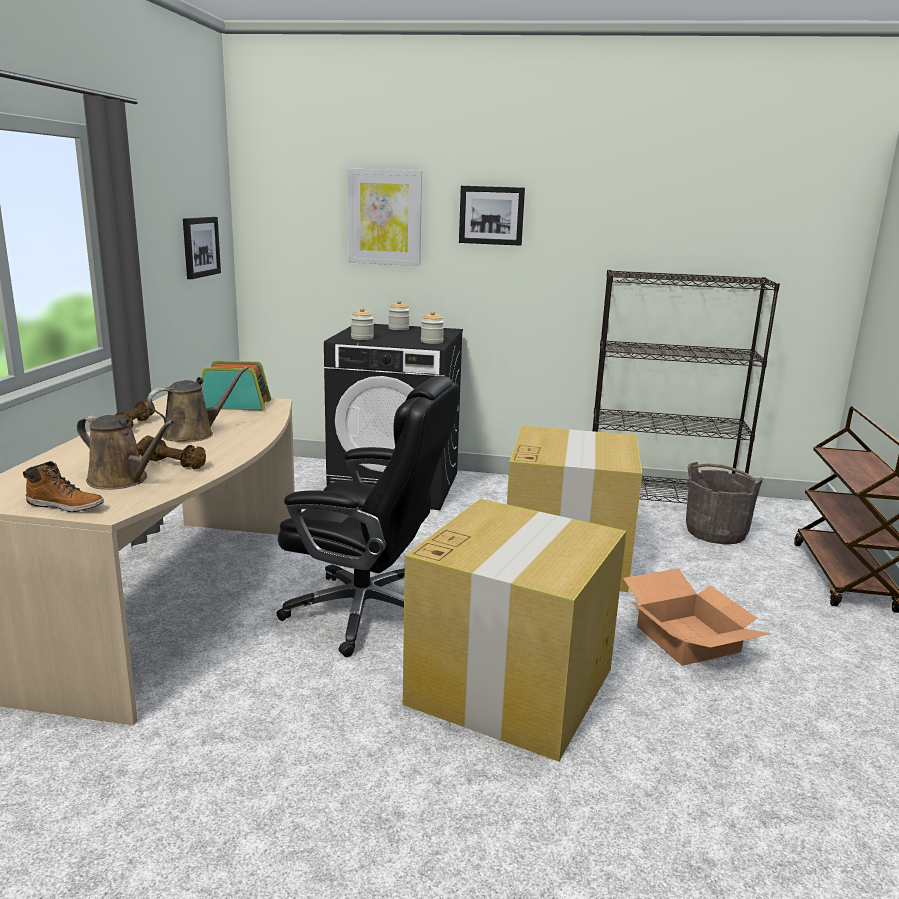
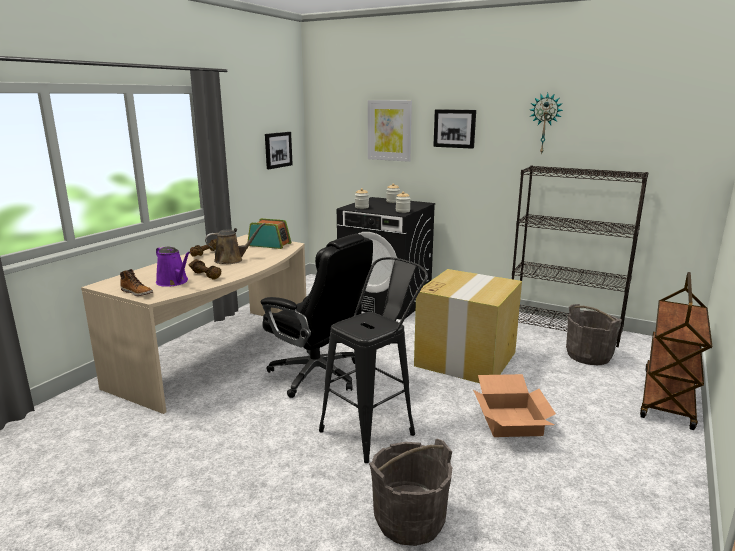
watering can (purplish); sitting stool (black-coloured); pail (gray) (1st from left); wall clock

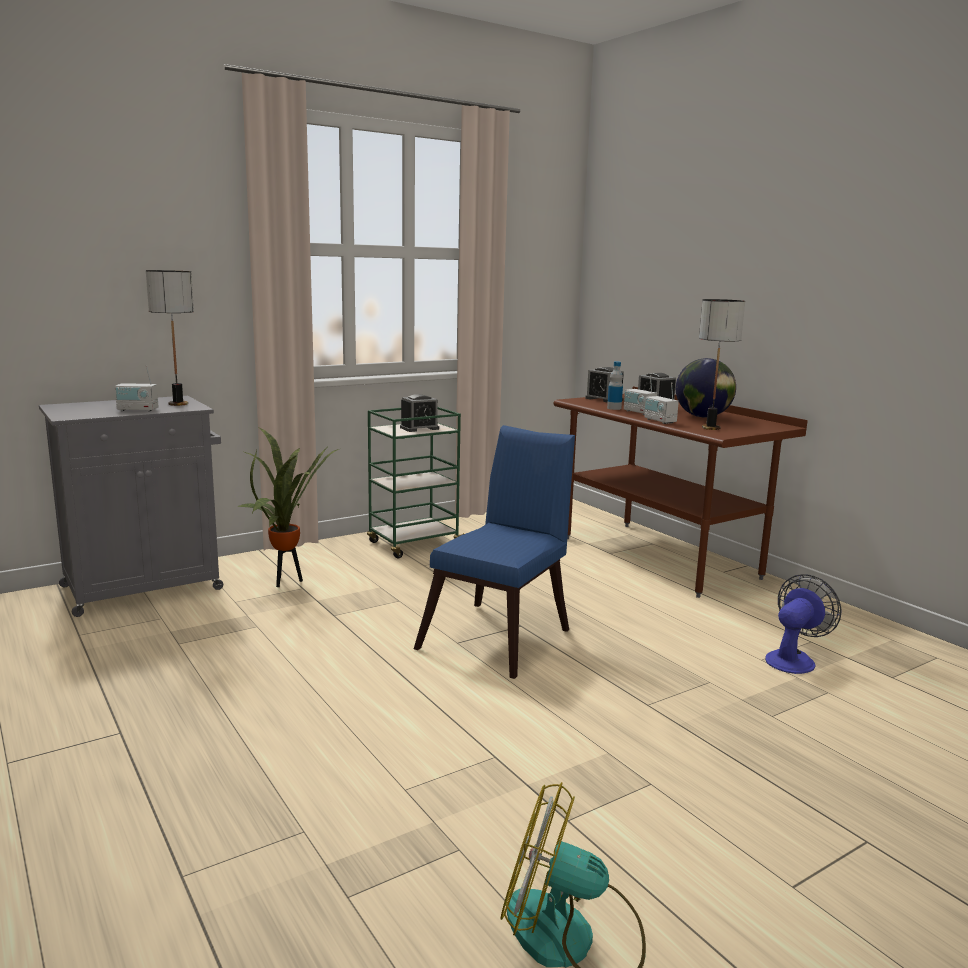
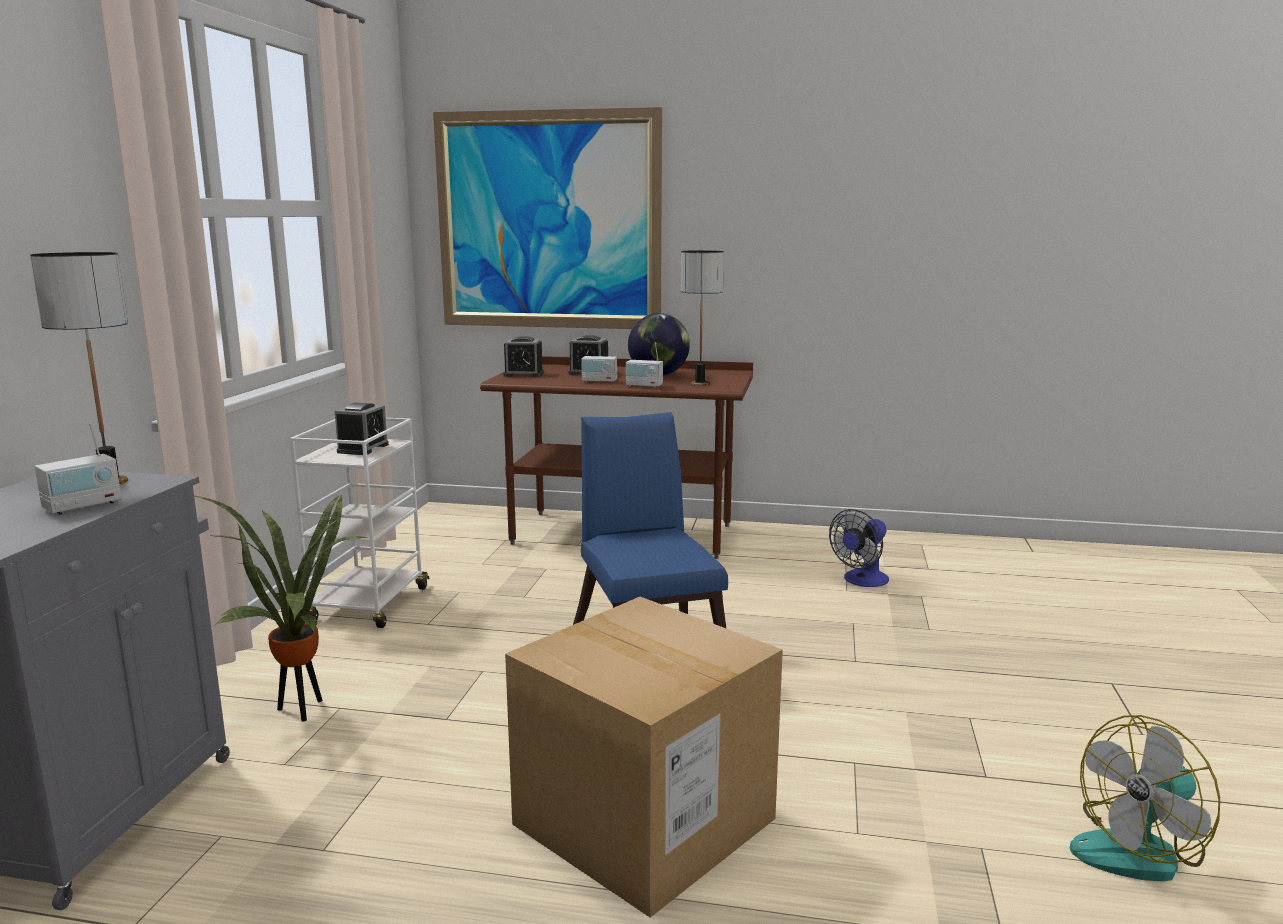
wheeled cart (whitish); drink bottle; fan (1st from left); wall picture; packing box

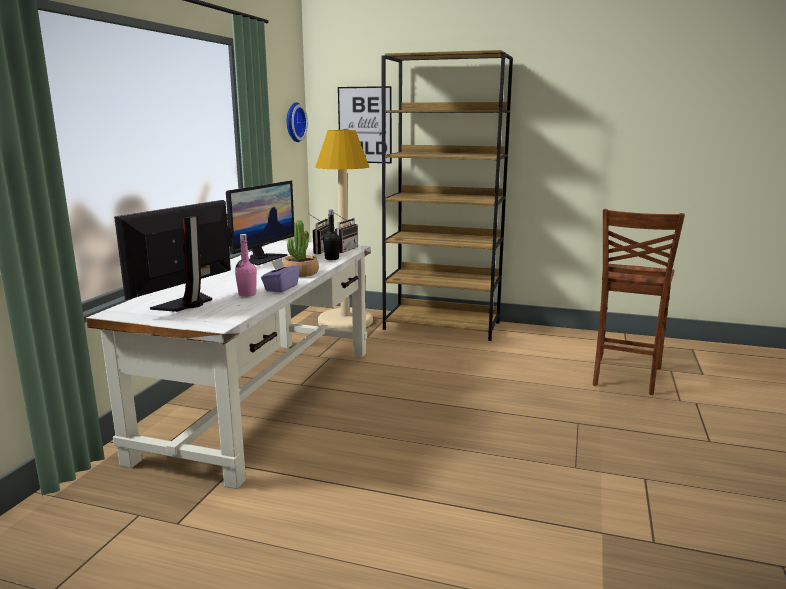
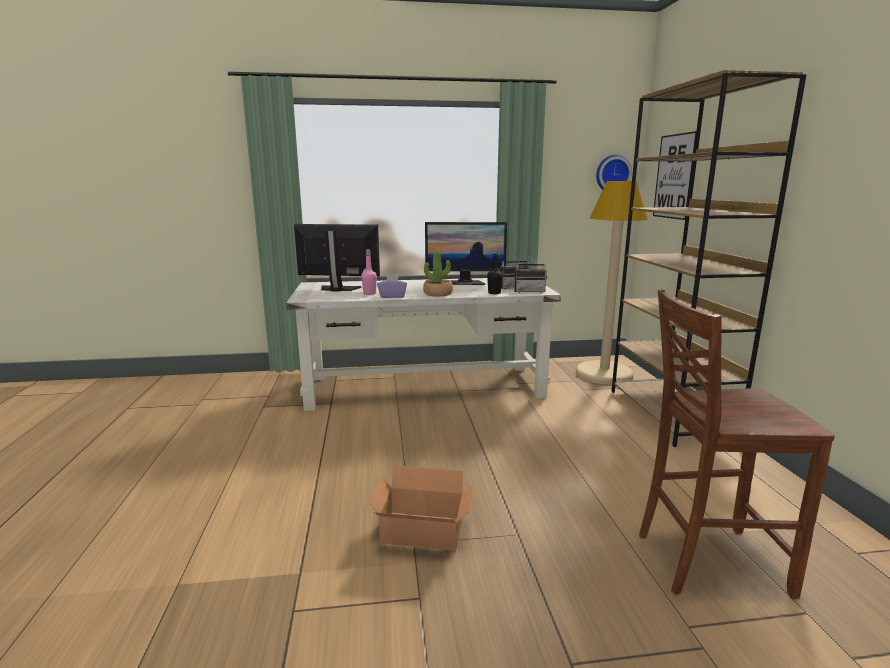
packing box

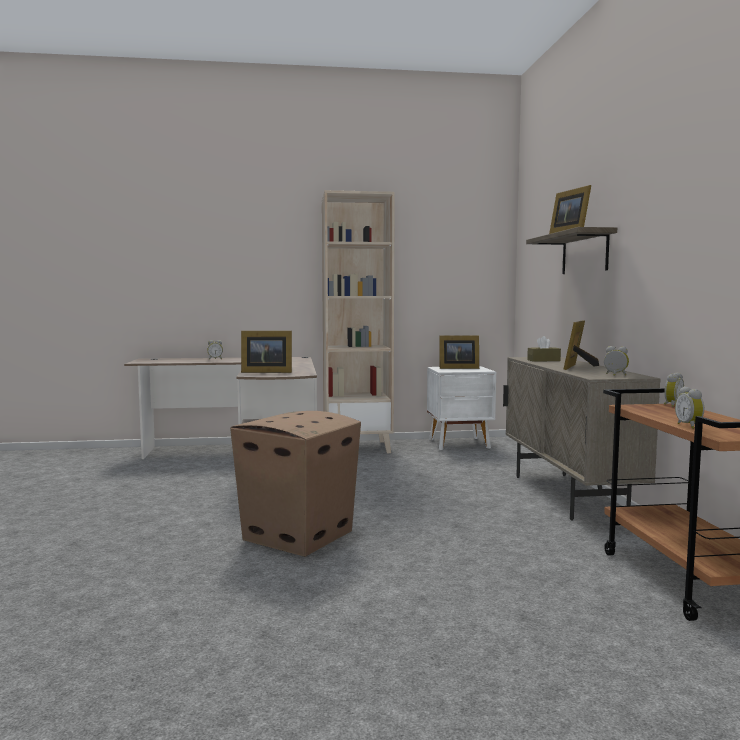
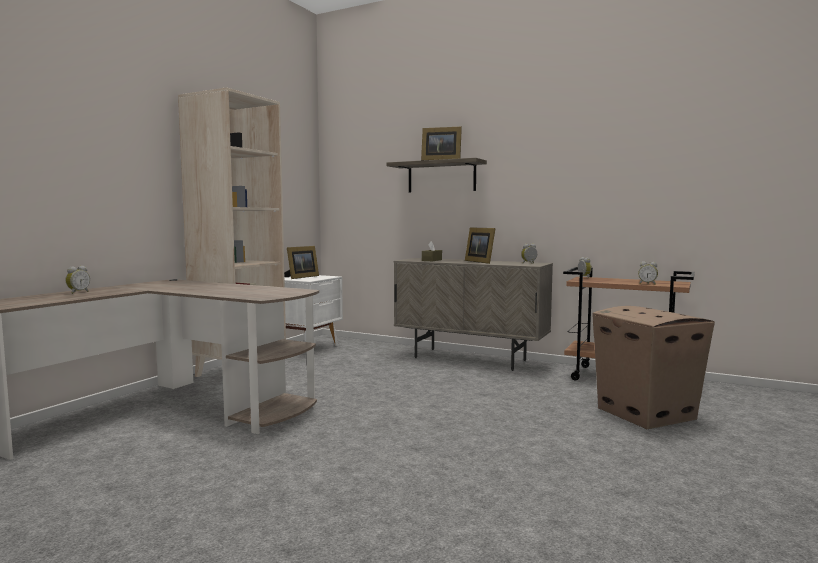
packing box; standing frame (1st from left in the first image)

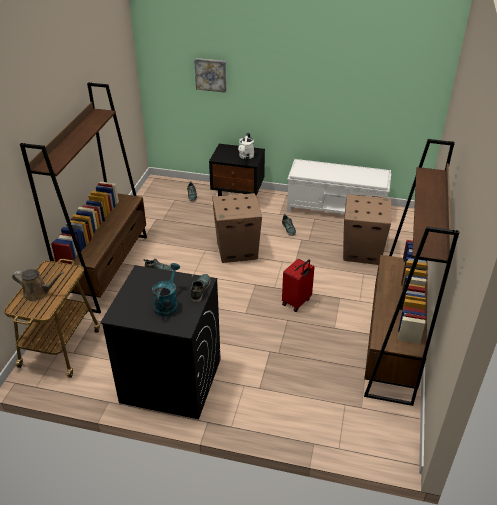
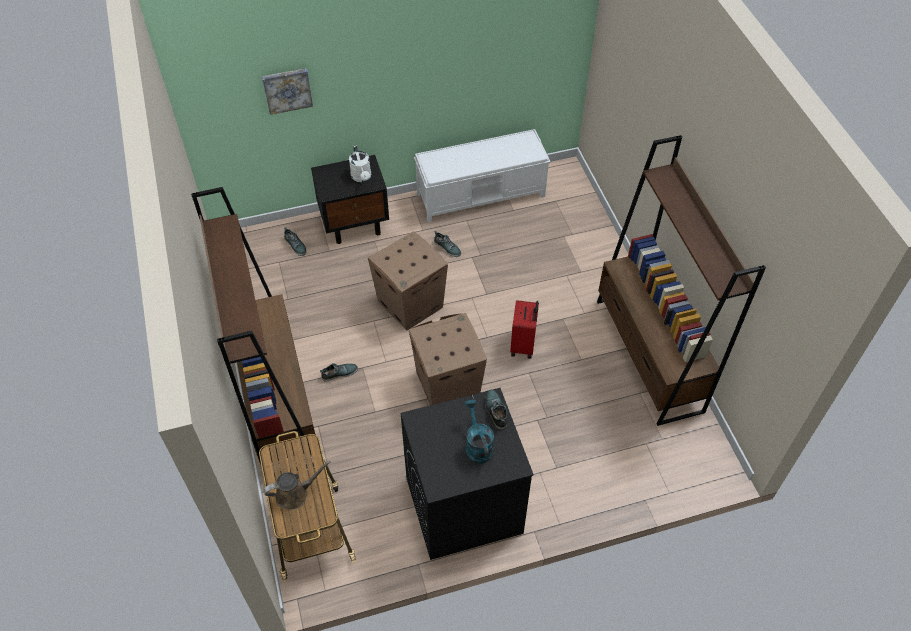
packing box (2nd from left)

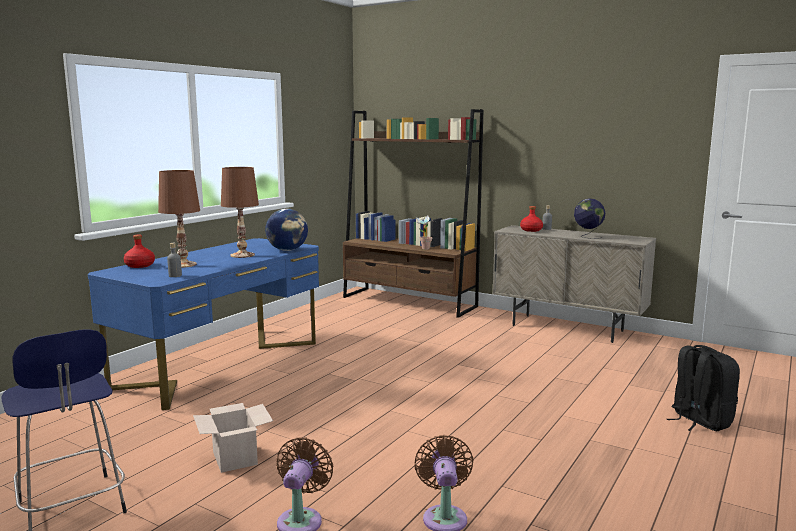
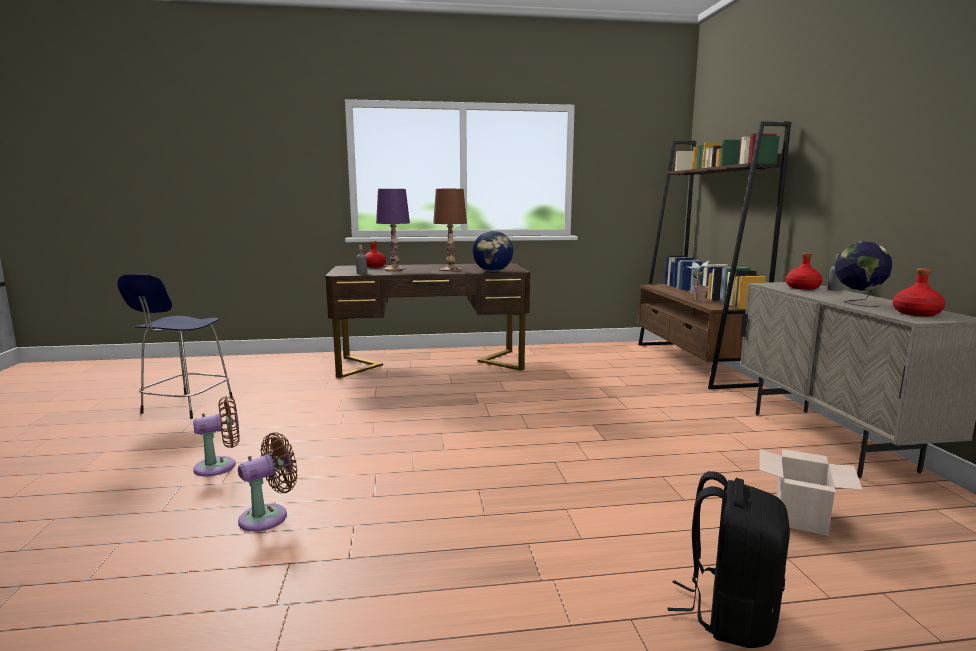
desk unit (brownish); lamp for a table (purplish); packing box; drink bottle (reddish) (3rd from left)

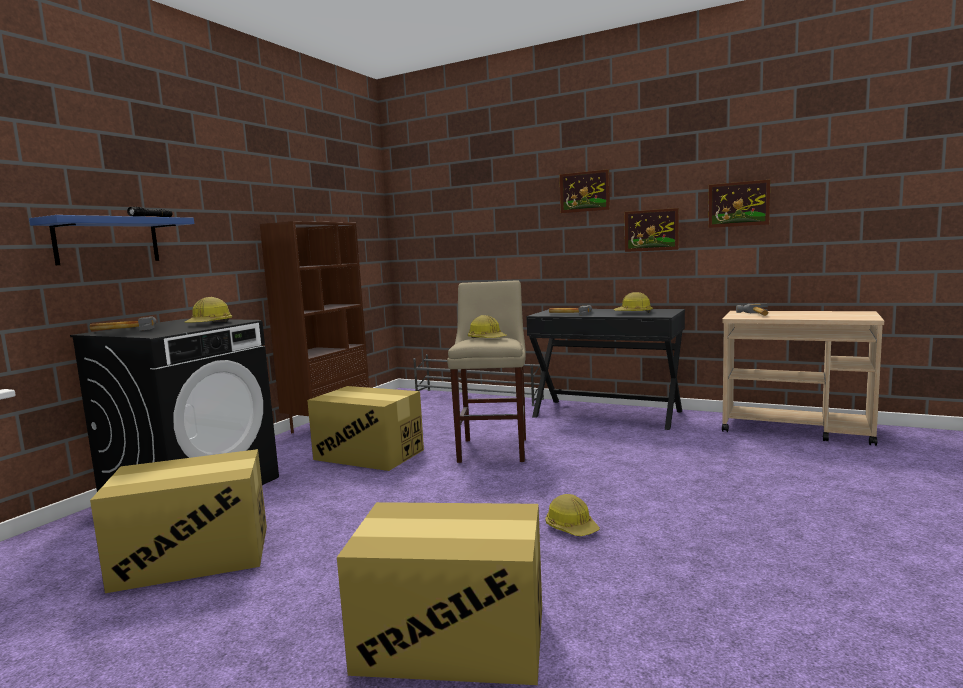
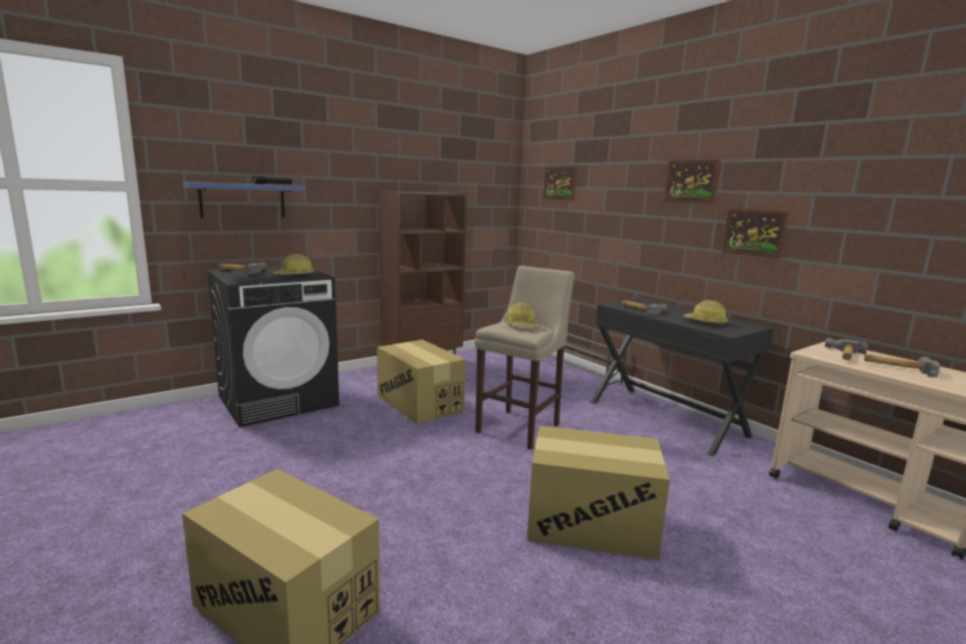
packing box (3rd from left); work helmet (3rd from left in the first image); wall picture (1st from left); tool hammer (4th from left)

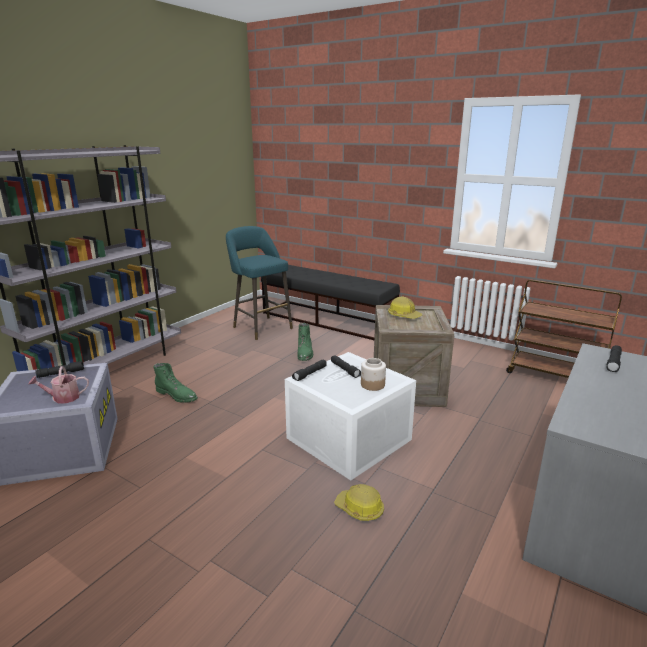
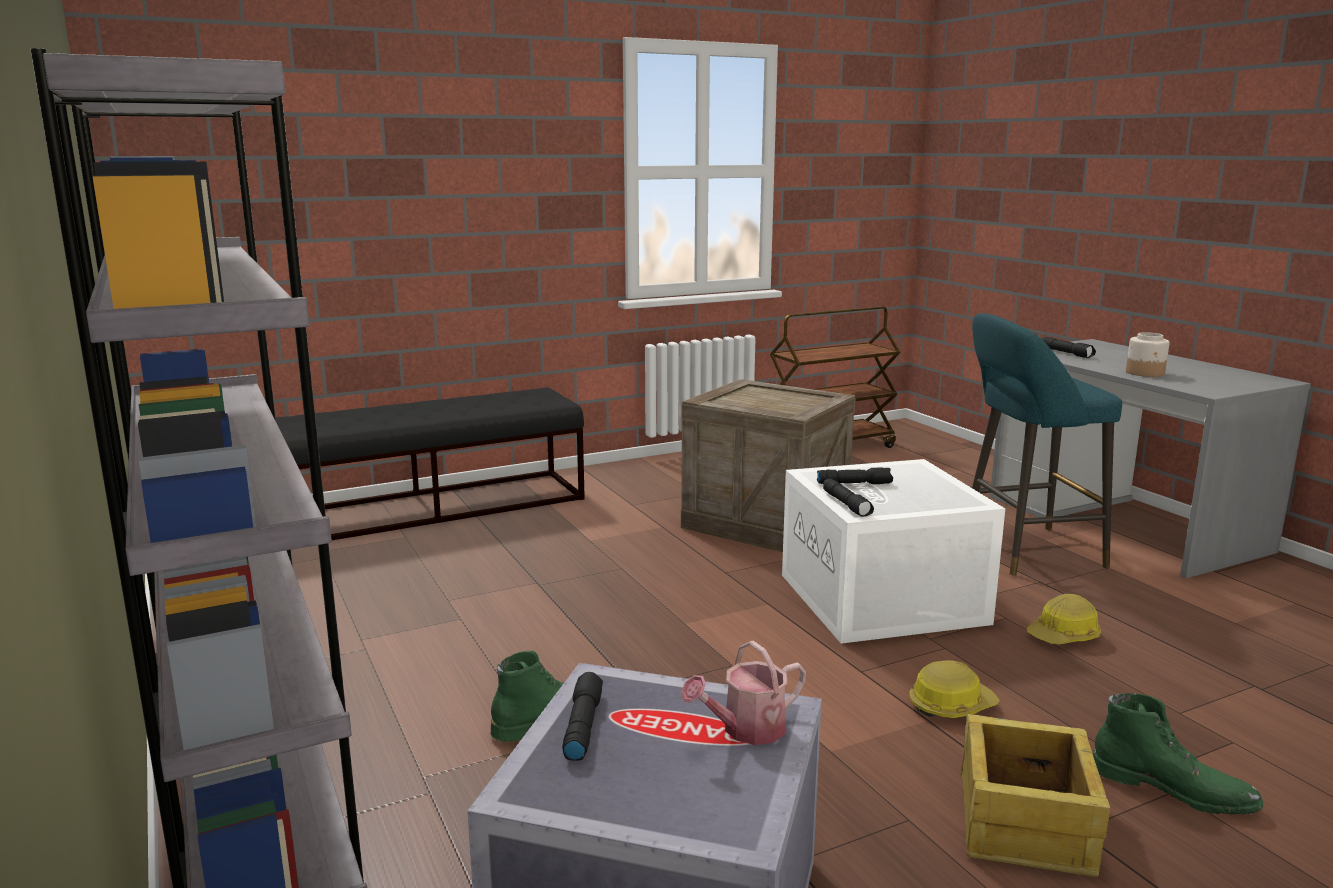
watering can; sitting stool (blue-green); tall boot (green-coloured) (2nd from left); storage jar; work helmet (1st from left); packing crate (2nd from left)

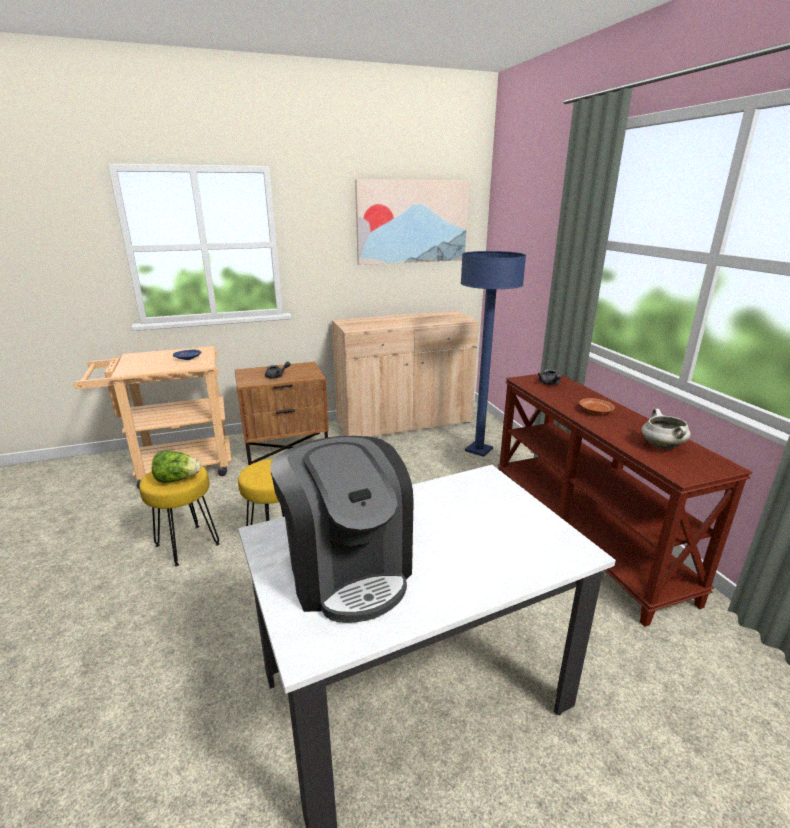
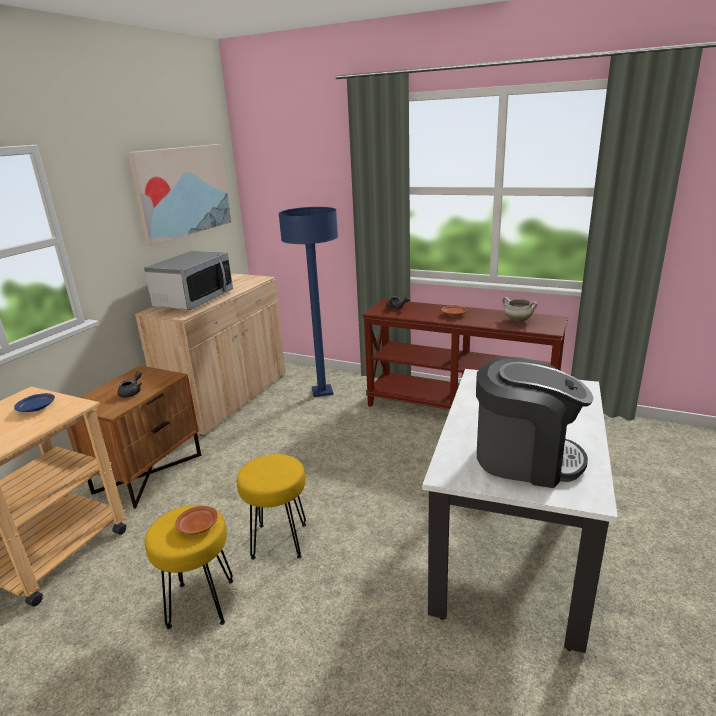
flat dish (brownish) (1st from left); microwave oven

